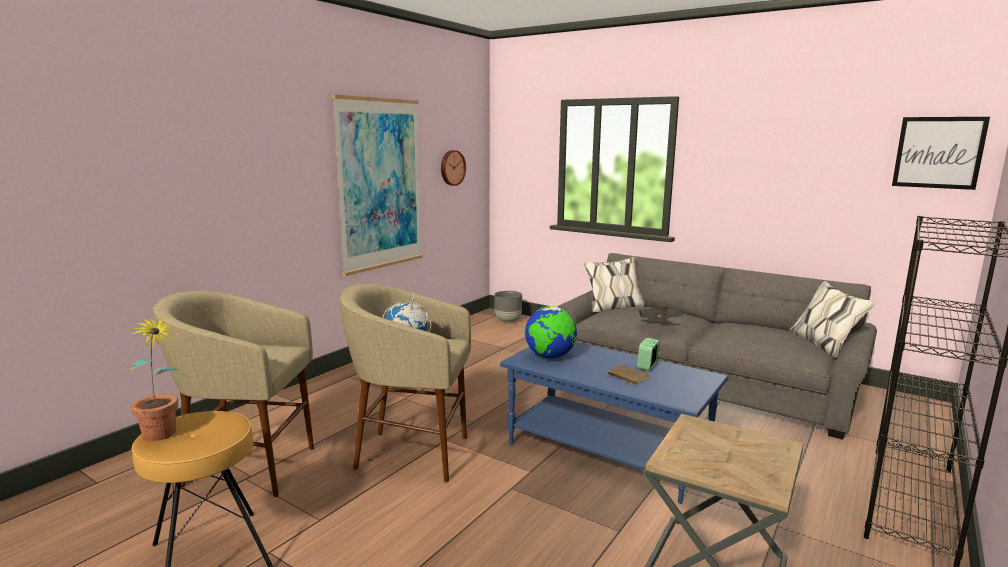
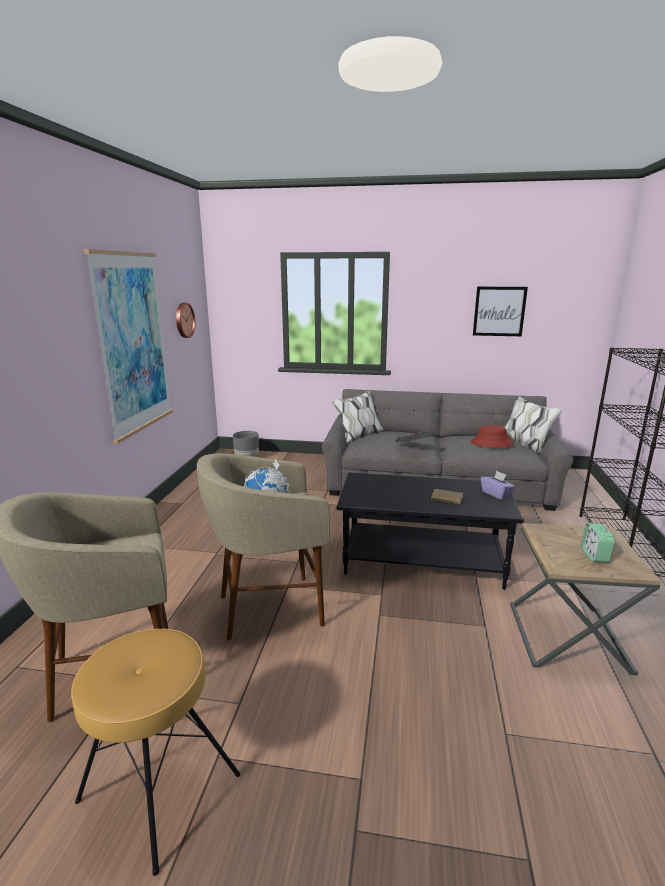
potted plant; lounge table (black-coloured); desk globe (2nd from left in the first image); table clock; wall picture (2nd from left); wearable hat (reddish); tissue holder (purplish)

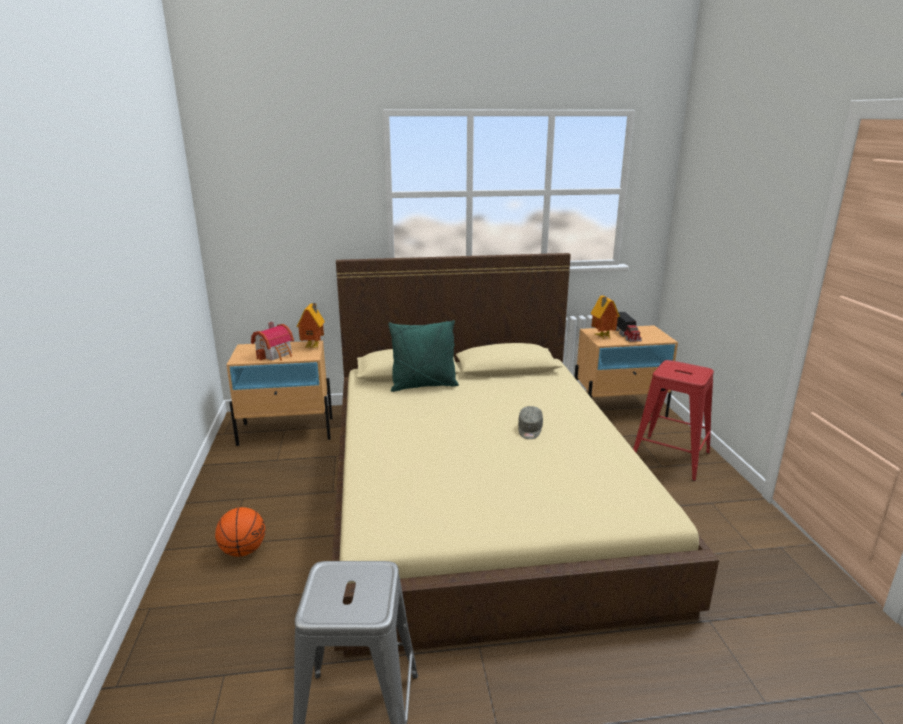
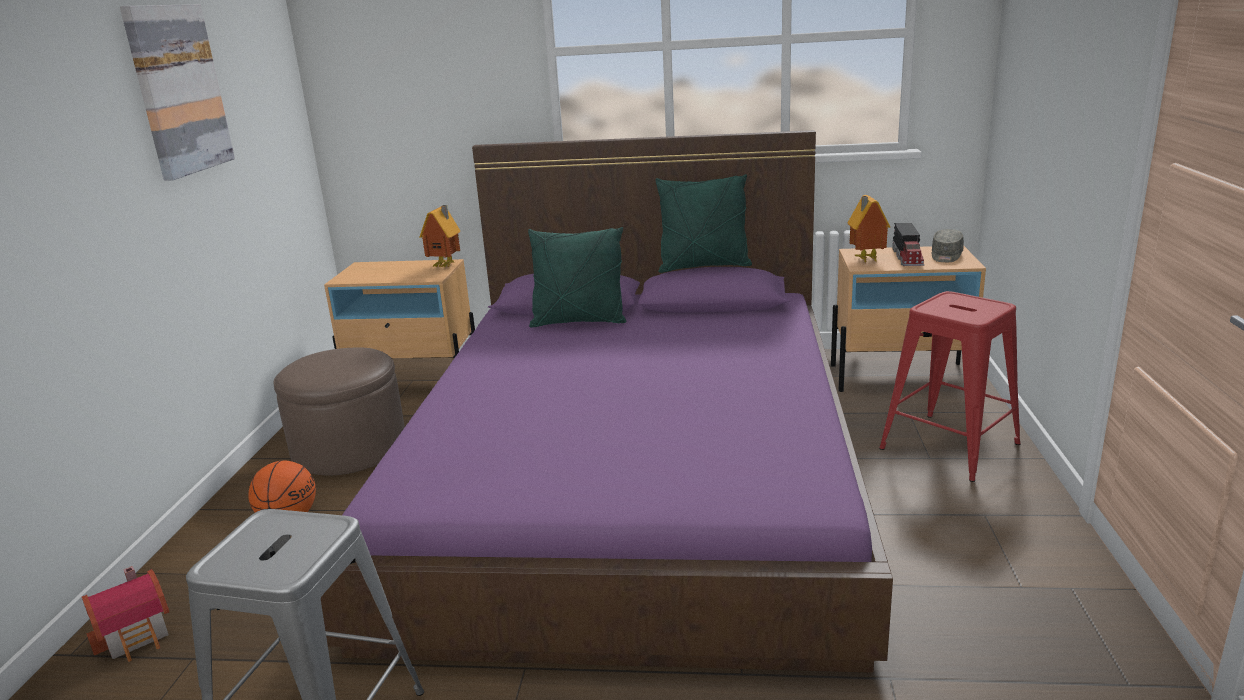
toy house (1st from left); bed (purplish); baseball cap (gray); wall picture; ottoman (brownish); pillow (green-coloured) (2nd from left)

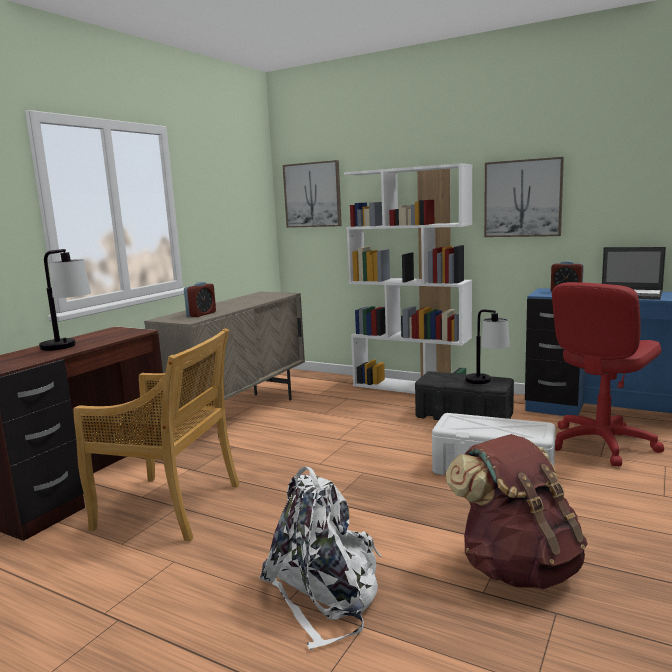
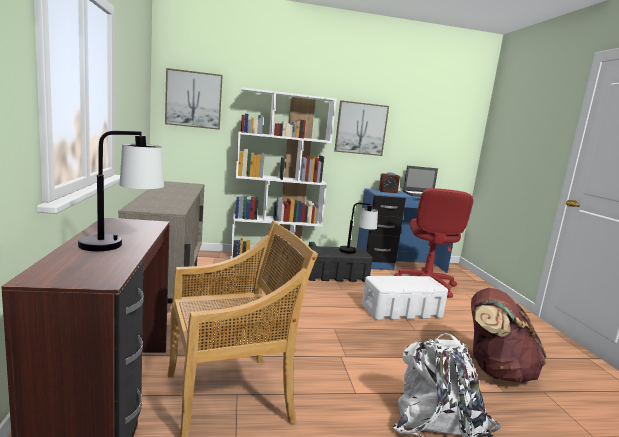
table clock (1st from left in the first image)

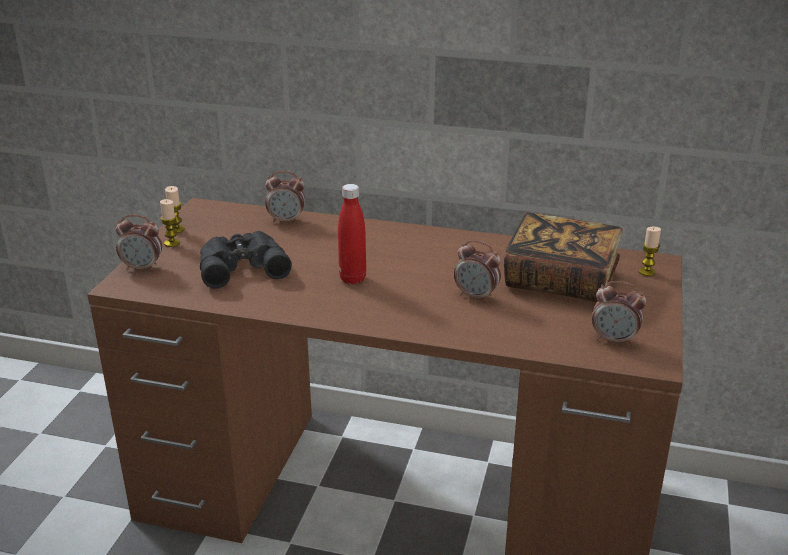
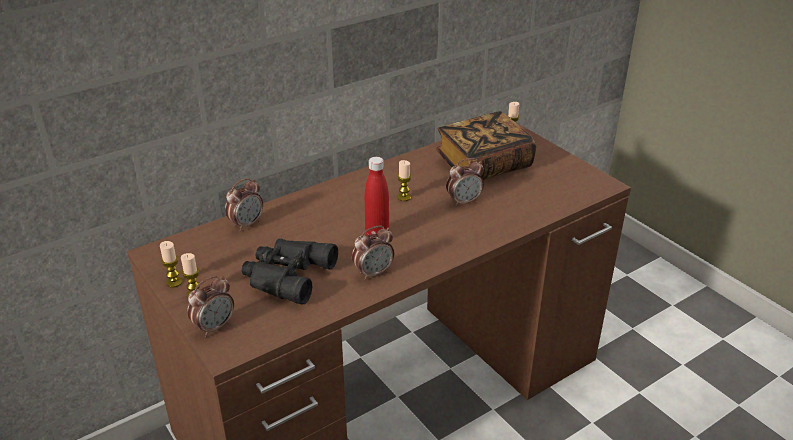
table clock (3rd from left); candle (3rd from left)

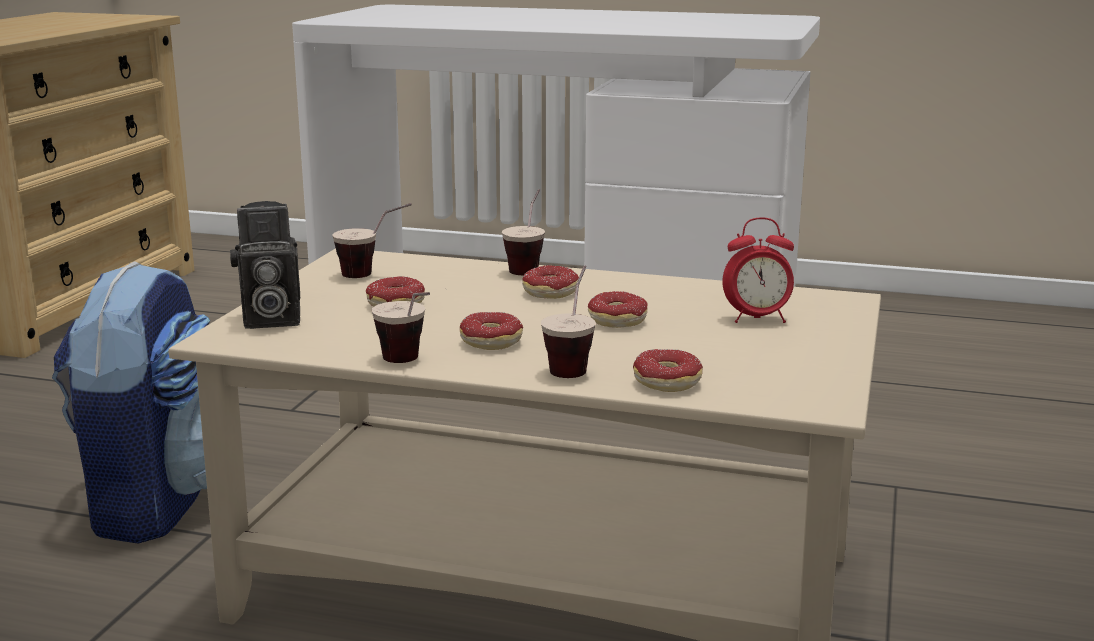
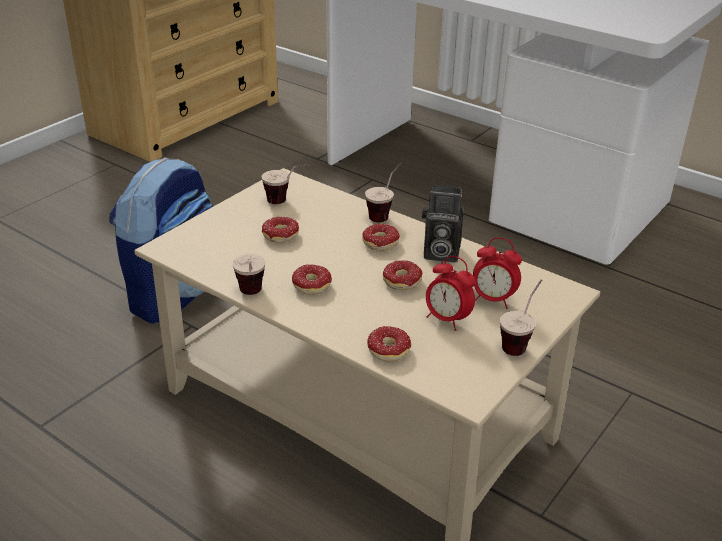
still camera; small cup (4th from left); table clock (1st from left)

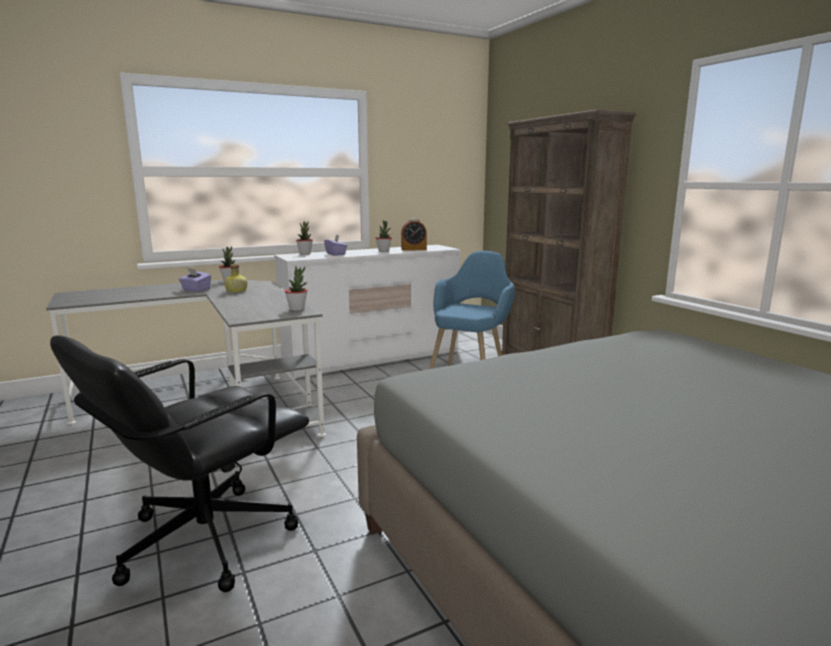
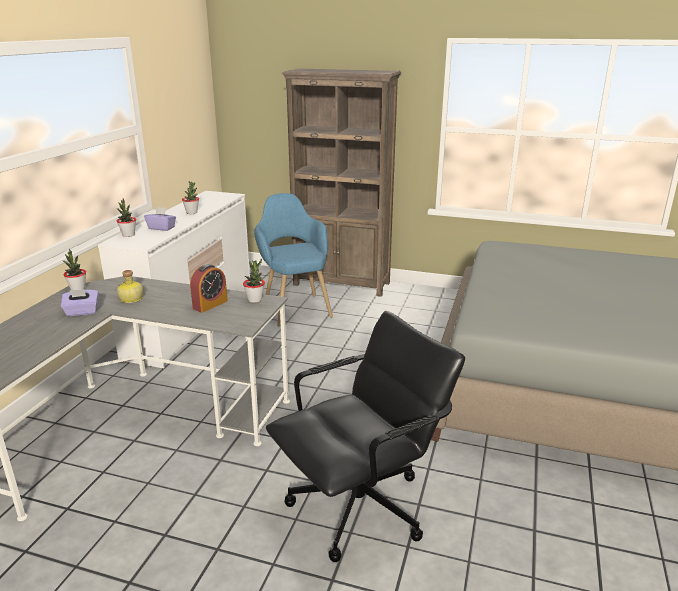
office chair (black-coloured); table clock

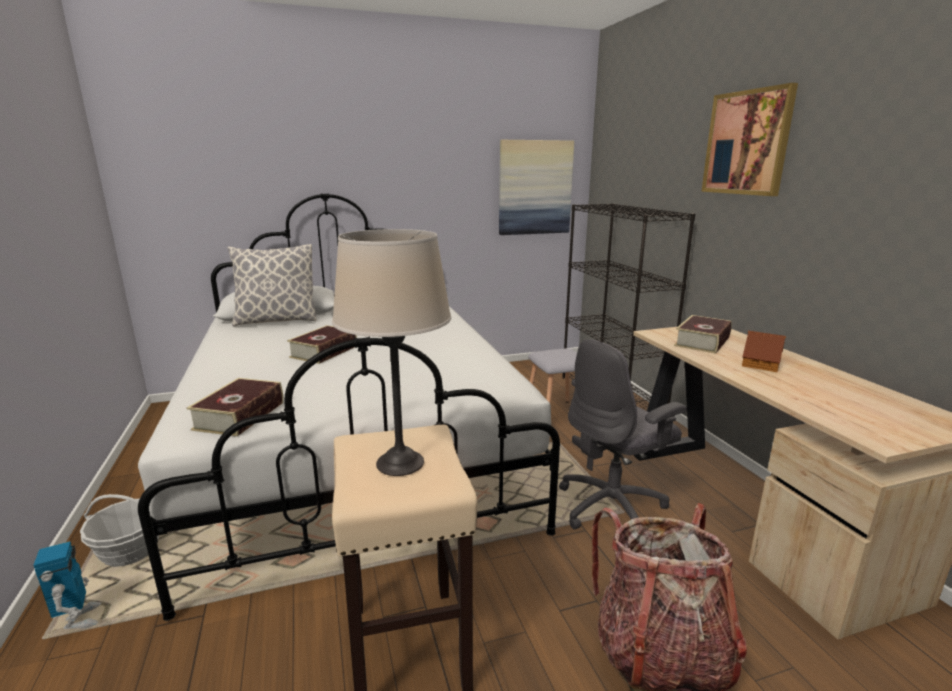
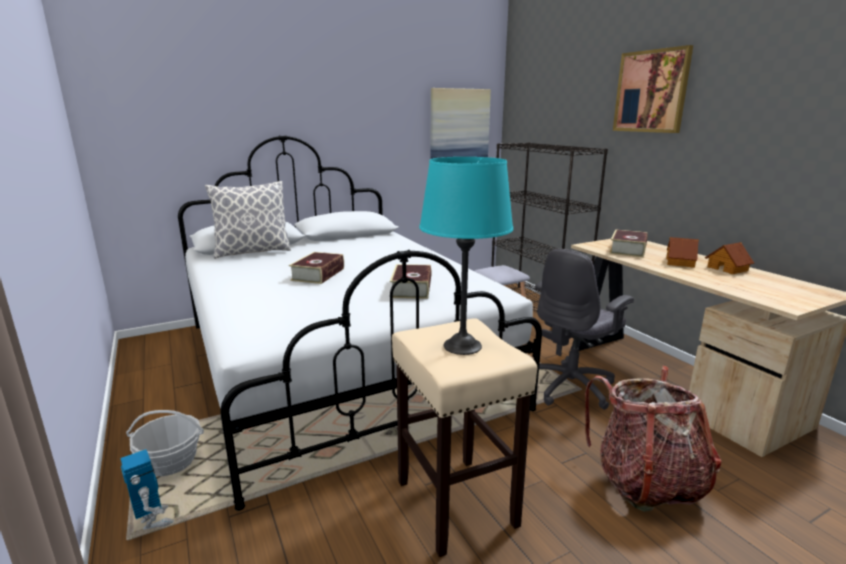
book (2nd from left); lamp for a table (blue-green); toy house (2nd from left)

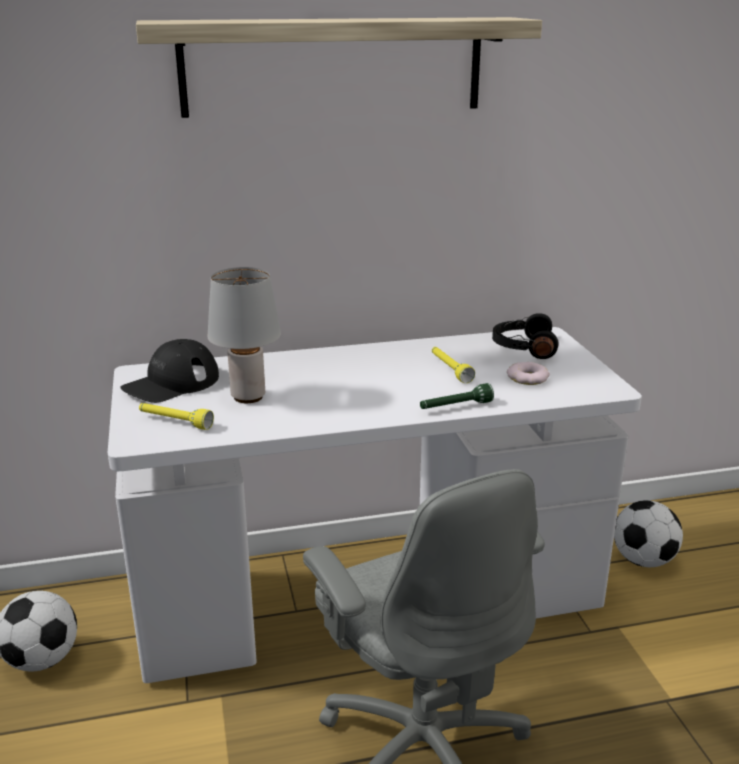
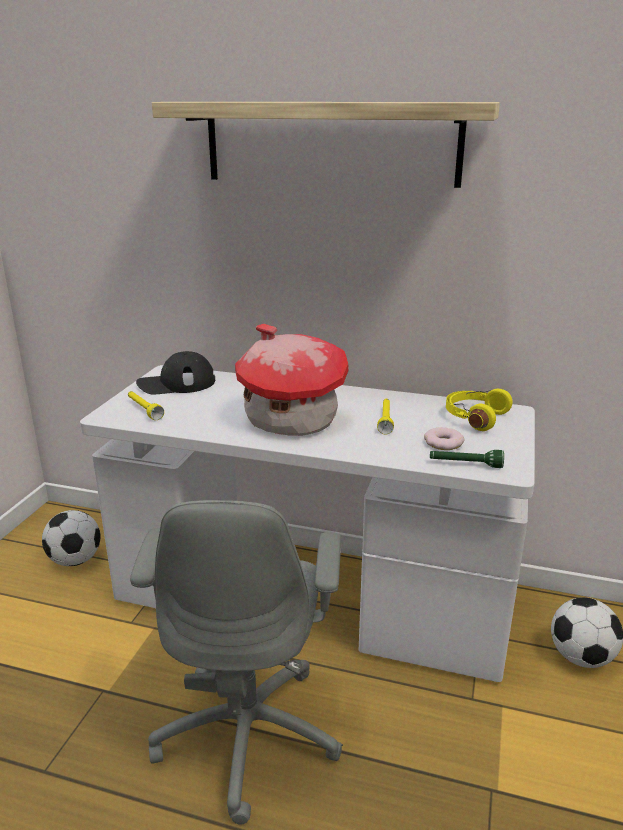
lamp for a table (gray); flashlight (green-coloured); headset (yellowish); toy house

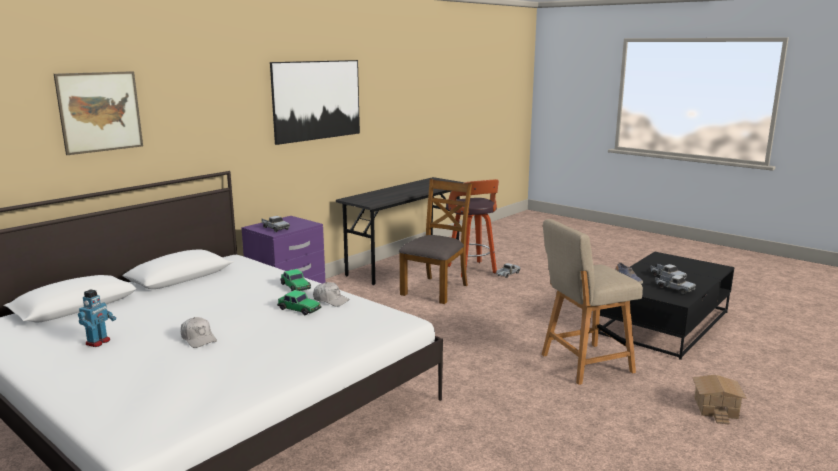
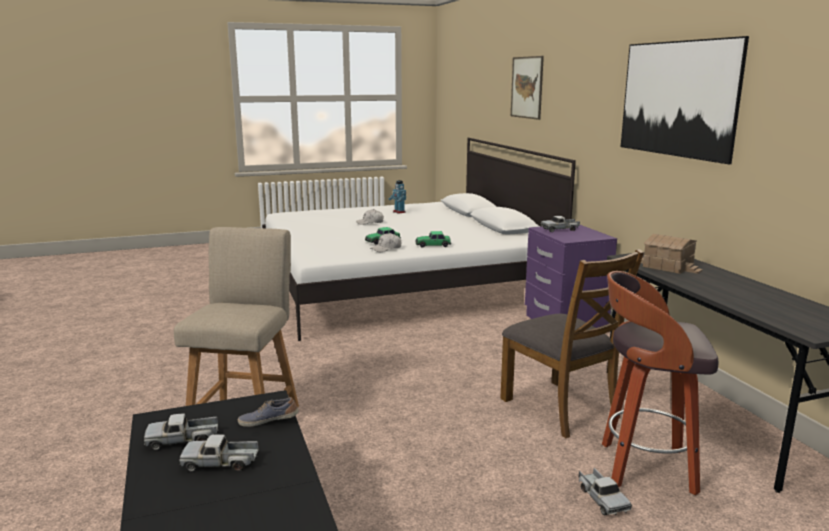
toy house

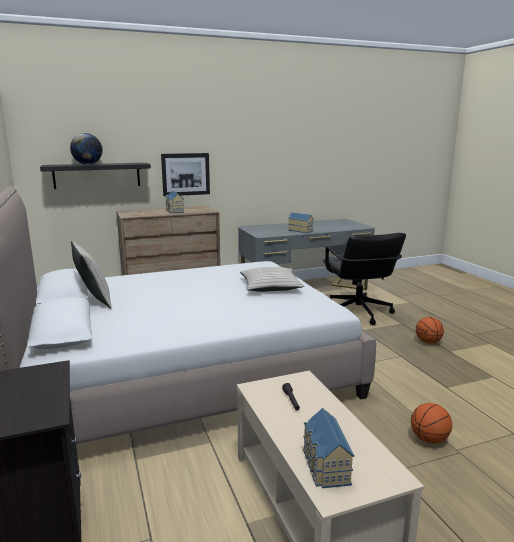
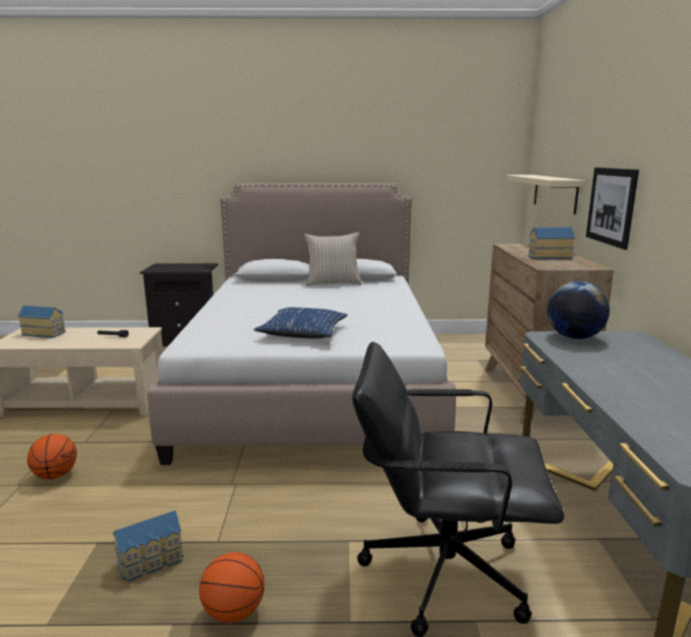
bracket shelf (sand-coloured); desk globe; pillow (bluish); toy house (2nd from left)

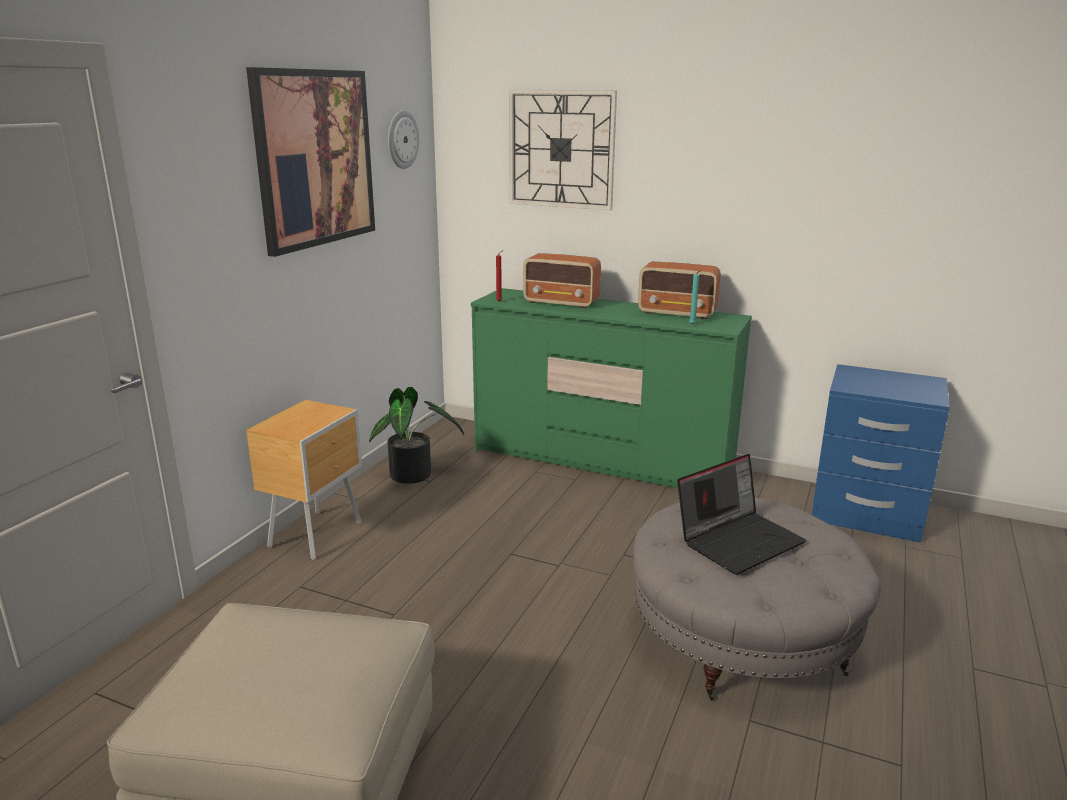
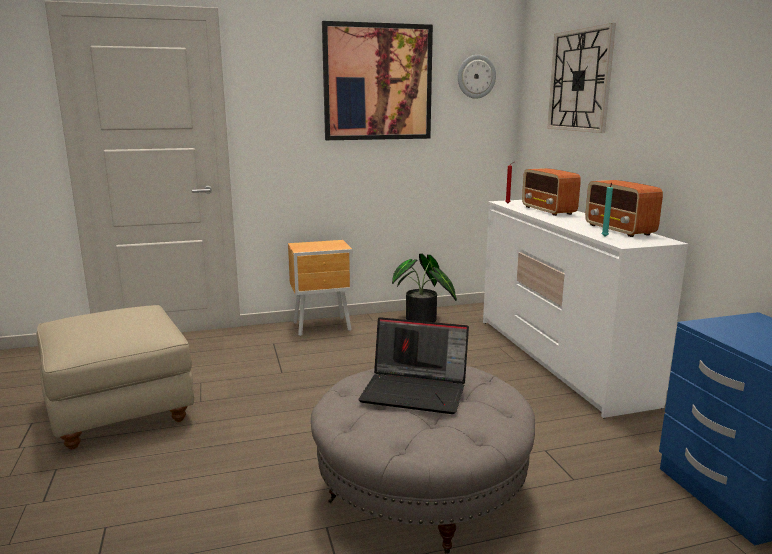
drawer chest (whitish)

